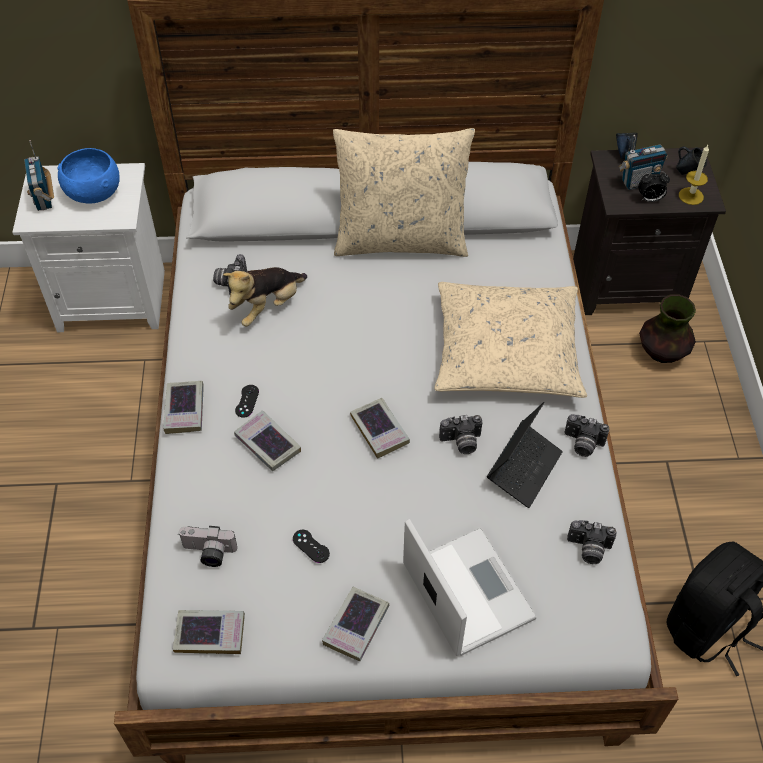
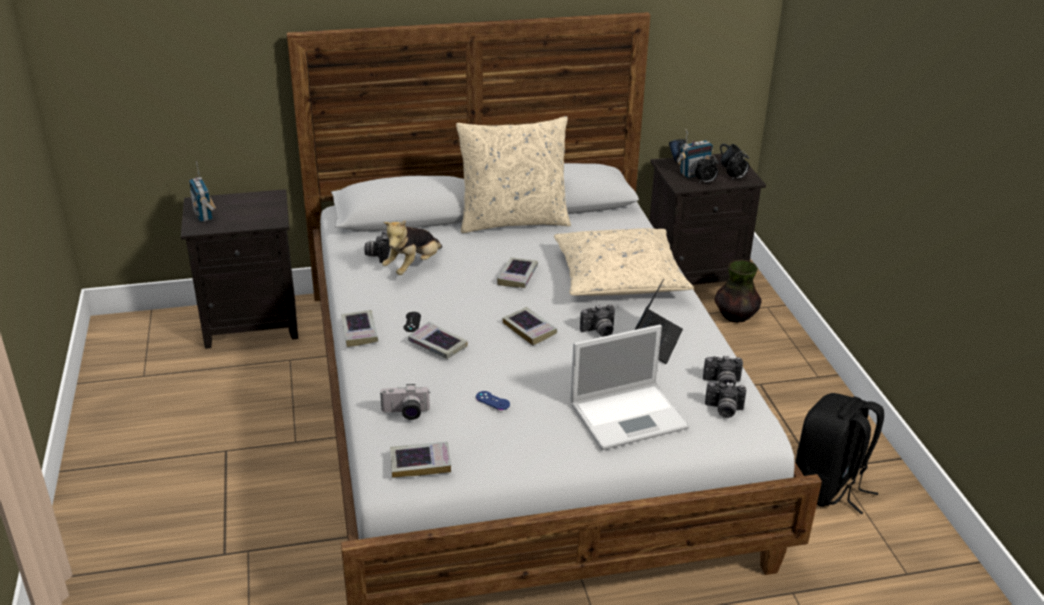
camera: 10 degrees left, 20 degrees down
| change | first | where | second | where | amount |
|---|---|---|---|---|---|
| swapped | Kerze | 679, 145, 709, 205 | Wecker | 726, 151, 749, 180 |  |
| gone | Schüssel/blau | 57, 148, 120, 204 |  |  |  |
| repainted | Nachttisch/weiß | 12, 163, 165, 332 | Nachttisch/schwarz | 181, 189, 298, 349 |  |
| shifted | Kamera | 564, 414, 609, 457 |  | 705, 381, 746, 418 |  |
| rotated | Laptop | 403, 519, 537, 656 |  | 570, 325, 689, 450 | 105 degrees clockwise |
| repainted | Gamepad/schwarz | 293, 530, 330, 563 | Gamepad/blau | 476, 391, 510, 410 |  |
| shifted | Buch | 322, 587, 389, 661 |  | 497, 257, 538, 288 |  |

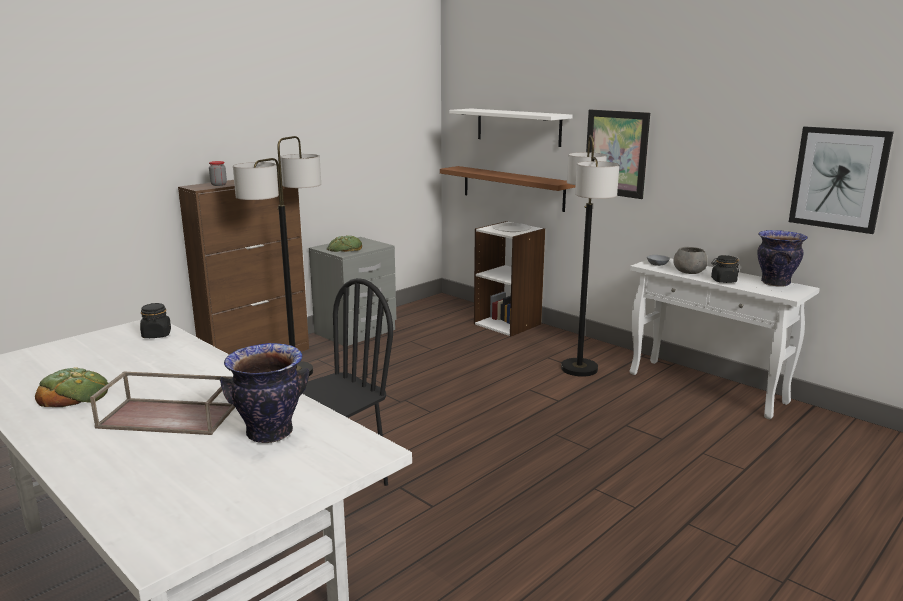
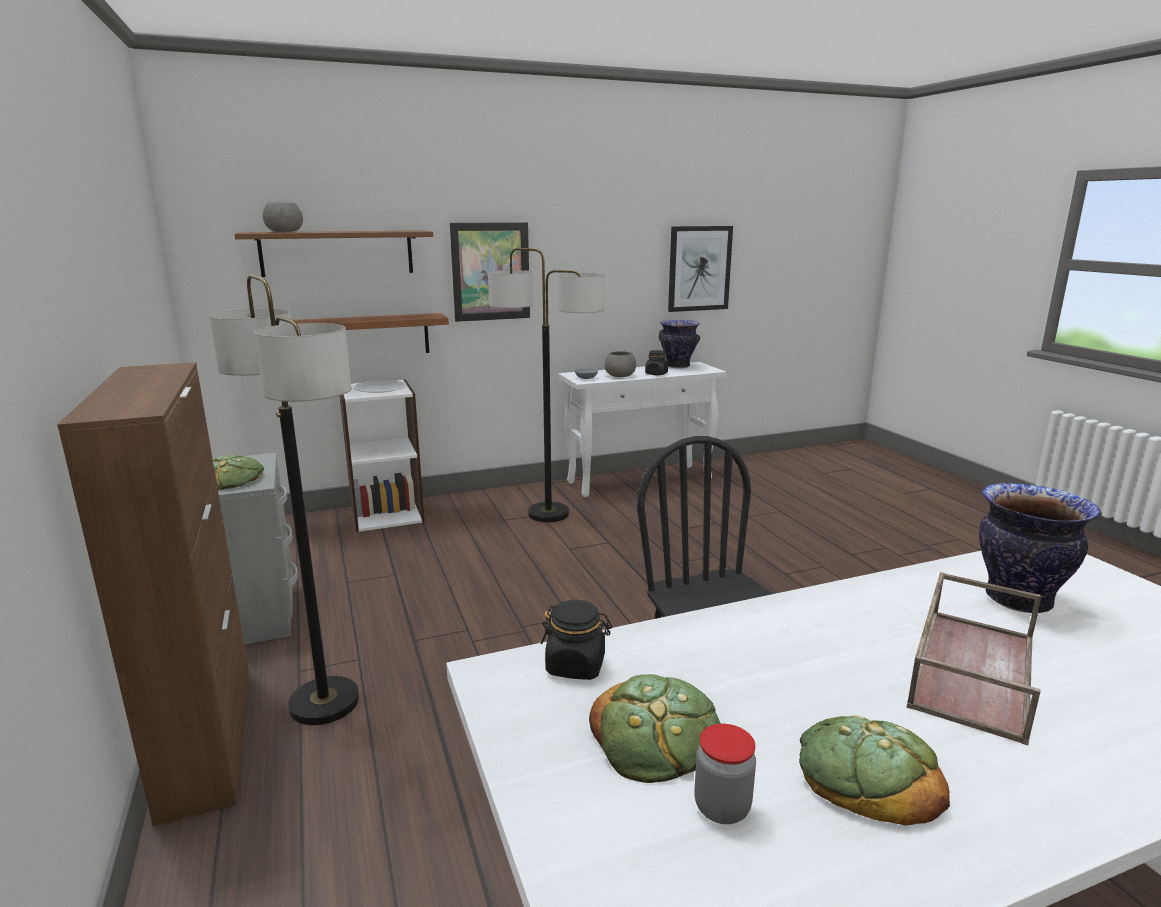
camera: 65 degrees left, 0 degrees up
| change | first | where | second | where | amount |
|---|---|---|---|---|---|
| repainted | Wandregal/weiß | 449, 109, 573, 147 | Wandregal/braun | 234, 230, 433, 277 |  |
| shifted | Vorratsglas | 209, 161, 227, 186 |  | 694, 724, 756, 824 |  |
| new |  |  | Schüssel/grau | 263, 203, 303, 232 |  |
| new |  |  | Brot | 589, 674, 721, 783 |  |

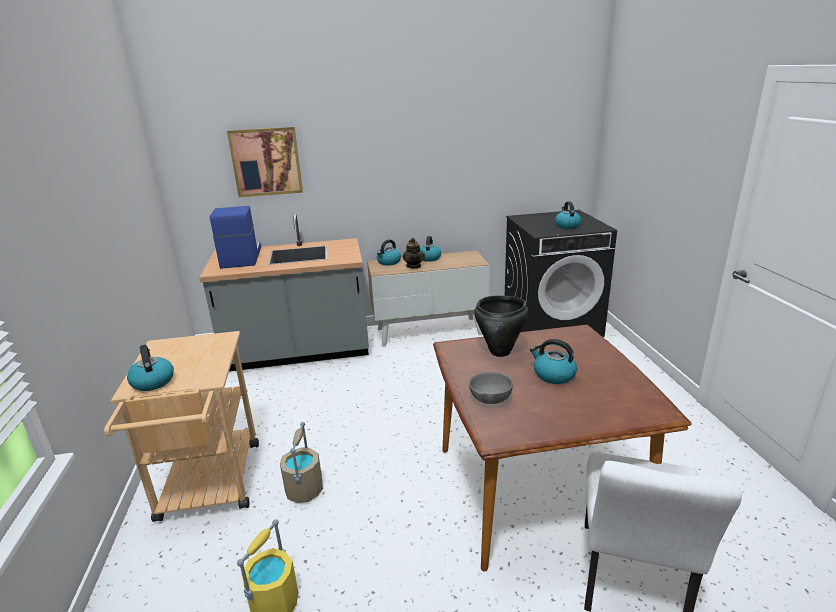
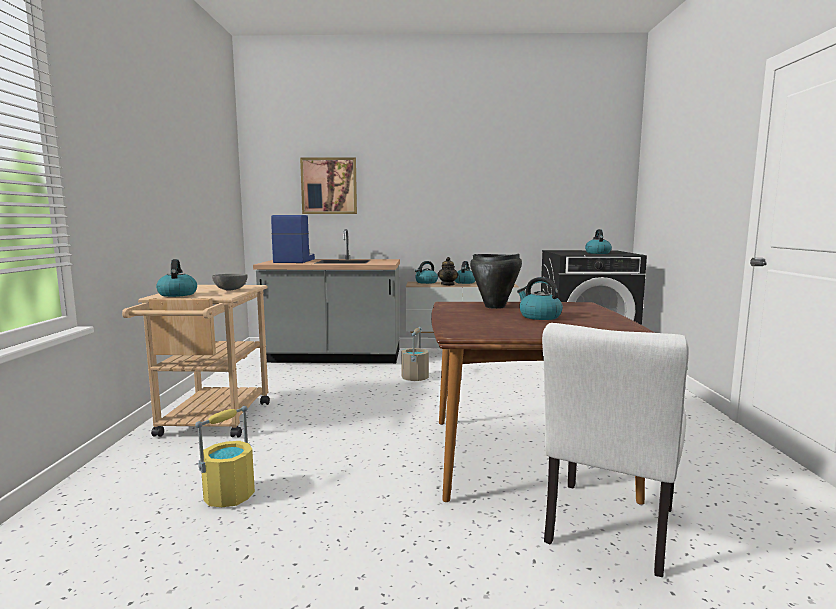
camera: 10 degrees right, 15 degrees down
| change | first | where | second | where | amount |
|---|---|---|---|---|---|
| shifted | Schüssel/grau | 469, 372, 513, 404 |  | 212, 274, 247, 290 |  |
| shifted | Eimer/beige | 280, 422, 323, 503 |  | 401, 327, 429, 381 |  |

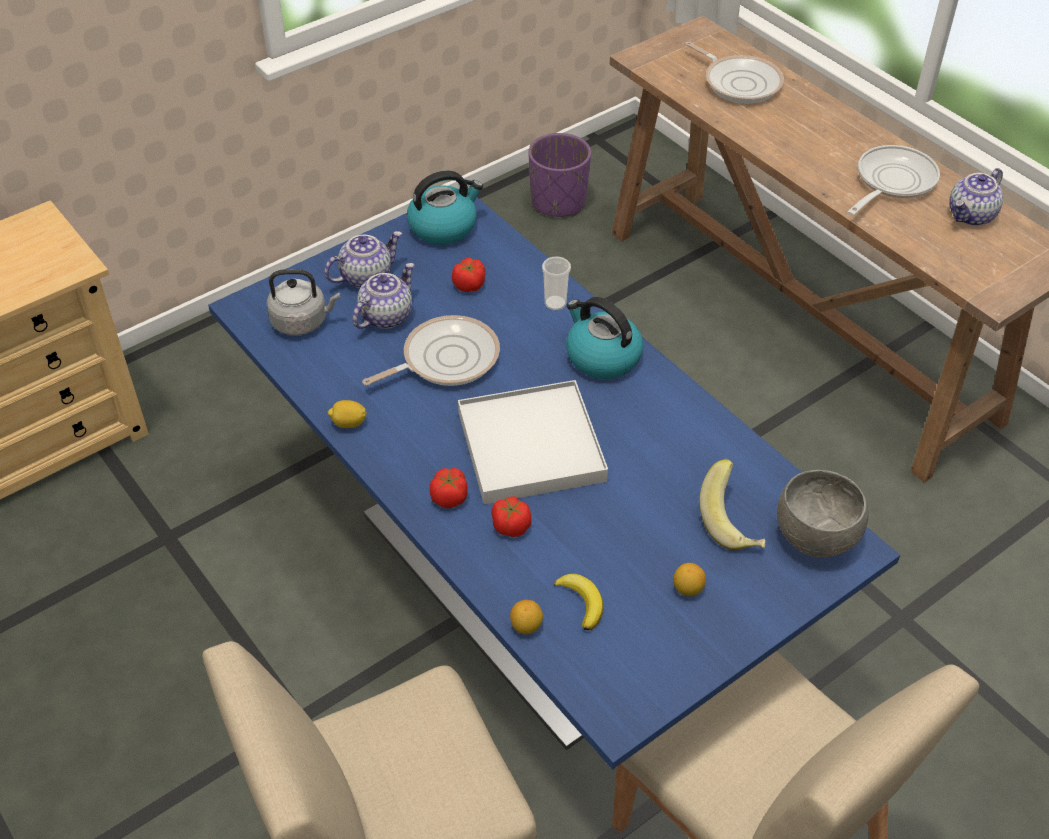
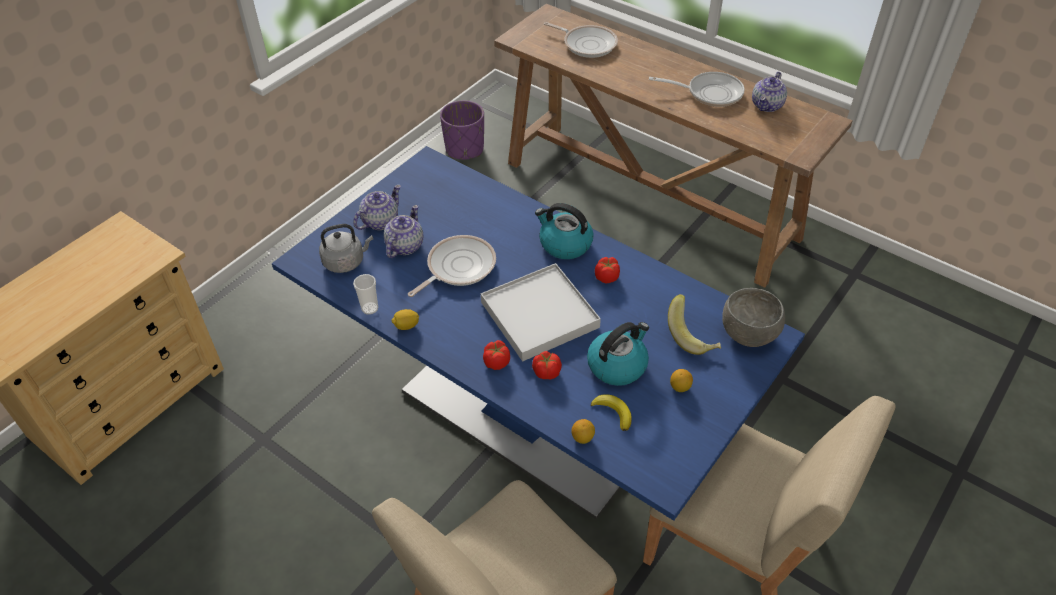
camera: 15 degrees left, 0 degrees up
| change | first | where | second | where | amount |
|---|---|---|---|---|---|
| rotated | Pfanne | 848, 145, 940, 215 |  | 649, 72, 745, 107 | 75 degrees clockwise |
| shifted | Wasserkessel | 407, 170, 483, 245 |  | 587, 322, 649, 386 |  |
| shifted | Tasse | 542, 257, 571, 310 |  | 353, 274, 378, 315 |  |
| shifted | Tomate | 452, 258, 485, 292 |  | 595, 257, 620, 283 |  |

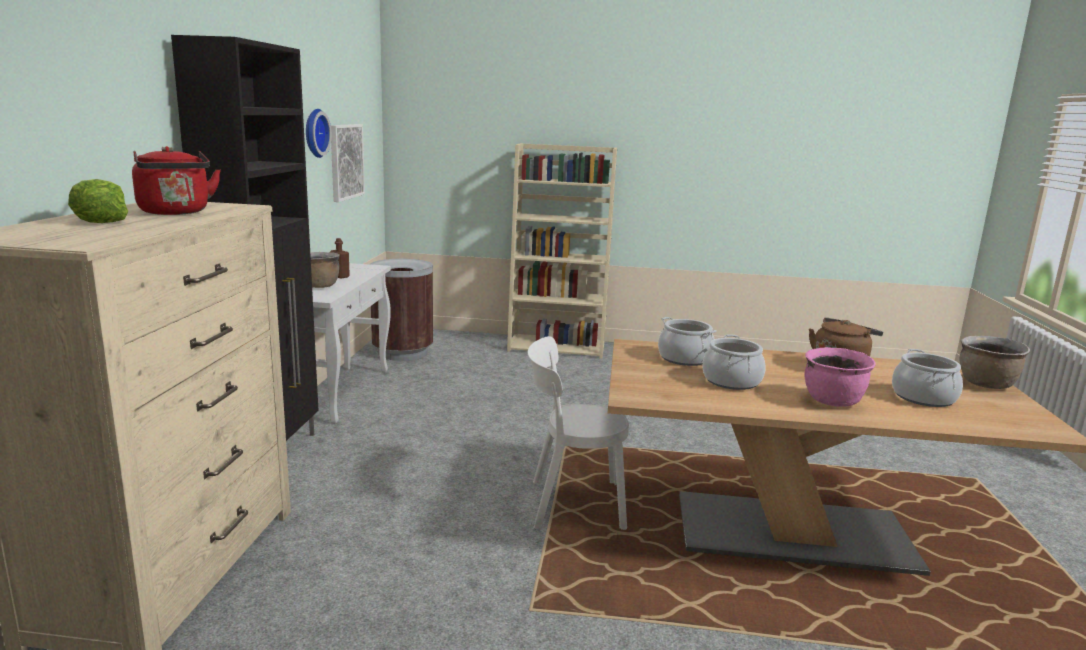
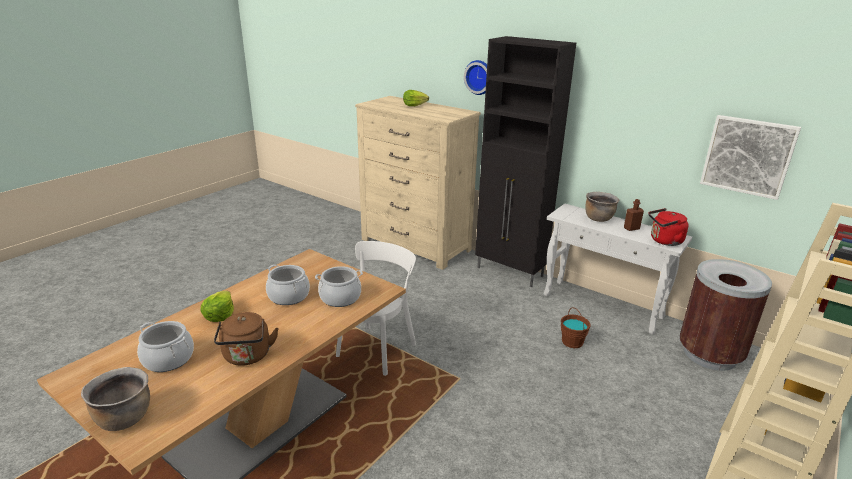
camera: 120 degrees right, 10 degrees up
| change | first | where | second | where | amount |
|---|---|---|---|---|---|
| shifted | Wanduhr | 306, 109, 331, 158 |  | 464, 60, 487, 95 |  |
| shifted | Wasserkessel/rot | 132, 146, 221, 215 |  | 648, 208, 689, 246 |  |
| swapped | Kochtopf/rosa | 804, 347, 876, 407 | Salatkopf | 201, 291, 234, 322 |  |
| new |  |  | Eimer/braun | 561, 307, 591, 348 |  |

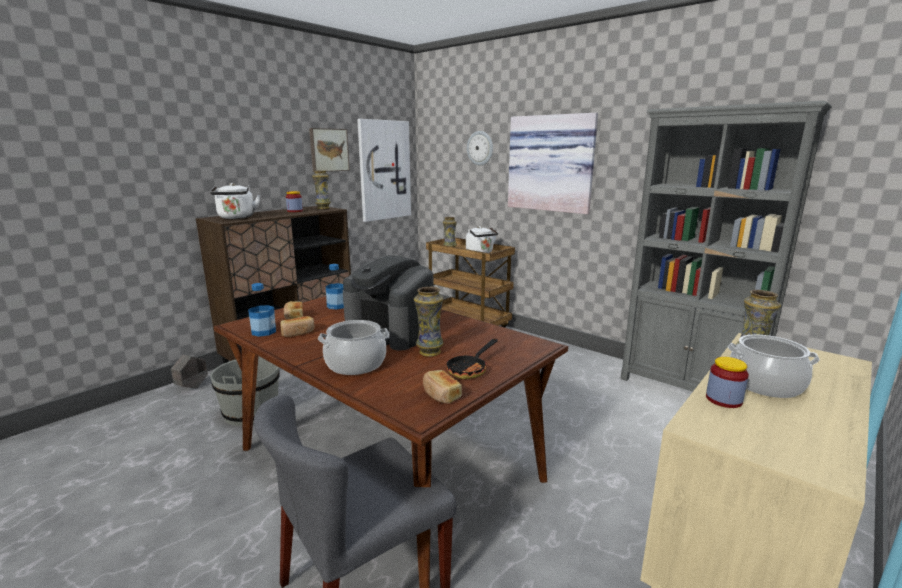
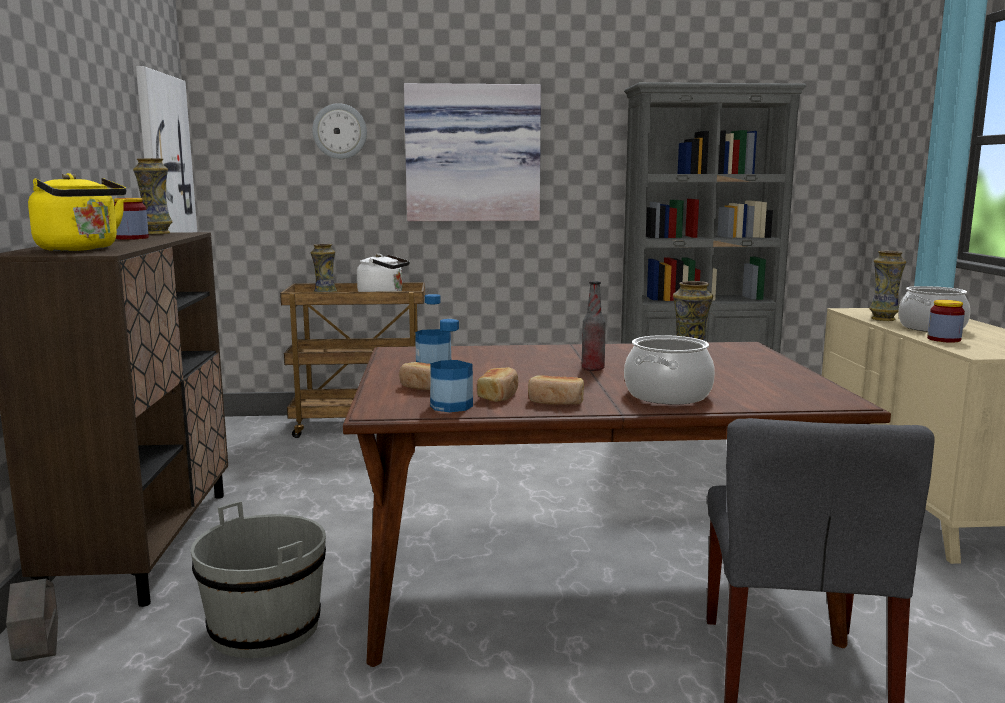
camera: 45 degrees left, 5 degrees down
| change | first | where | second | where | amount |
|---|---|---|---|---|---|
| gone | Bild | 309, 128, 350, 172 |  |  |  |
| repainted | Wasserkessel/weiß | 210, 183, 260, 219 | Wasserkessel/gelb | 28, 173, 126, 251 |  |
| swapped | Kaffeemaschine | 343, 255, 433, 351 | Flasche | 581, 281, 606, 371 |  |
| gone | Pfanne | 446, 339, 498, 379 |  |  |  |
| shifted | Brot | 423, 370, 462, 404 |  | 528, 375, 584, 405 |  |

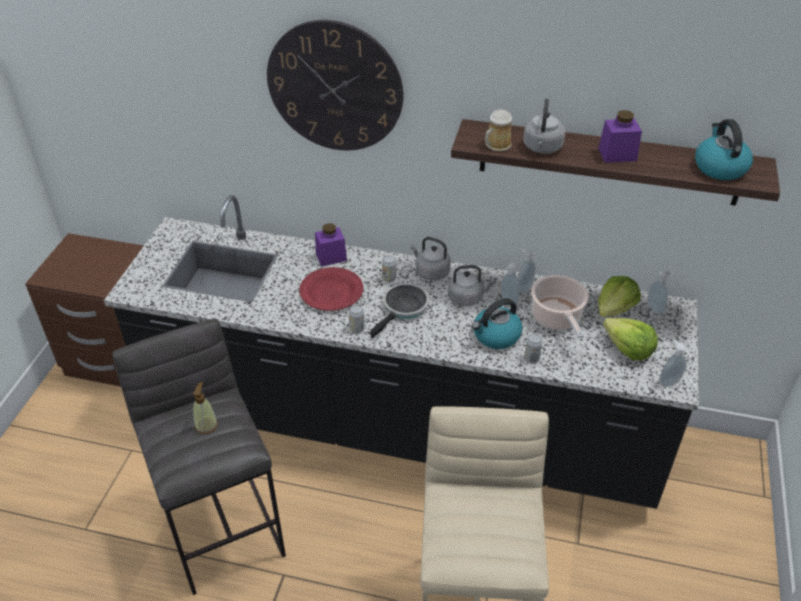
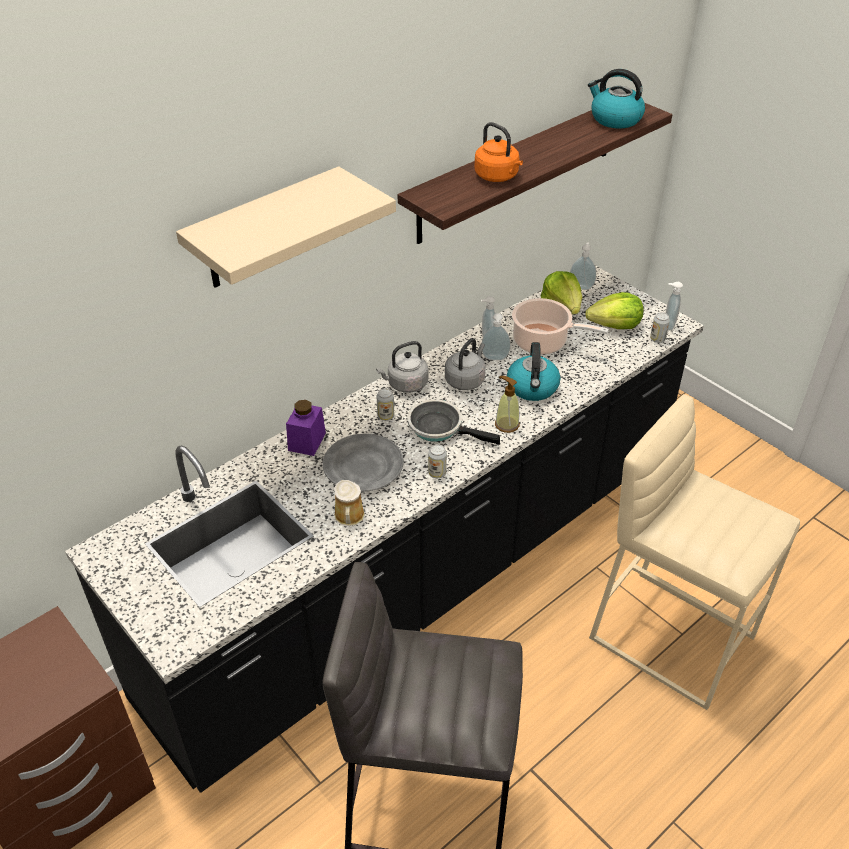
camera: 55 degrees left, 0 degrees up
| change | first | where | second | where | amount |
|---|---|---|---|---|---|
| swapped | Wanduhr | 267, 20, 403, 150 | Wandregal/beige | 176, 166, 396, 288 |  |
| repainted | Wasserkessel/grau | 523, 98, 566, 154 | Wasserkessel/orange | 475, 122, 523, 182 |  |
| shifted | Henkelbecher | 485, 109, 512, 151 |  | 334, 480, 365, 526 |  |
| gone | Vorratsglas/lila | 598, 110, 642, 163 |  |  |  |
| repainted | Teller/rot | 299, 267, 364, 311 | Teller/grau | 323, 434, 404, 492 |  |
| rotated | Pfanne | 370, 283, 429, 338 |  | 407, 399, 500, 445 | 45 degrees counterclockwise |
| shifted | Dose | 524, 334, 542, 363 |  | 650, 312, 670, 343 |  |
| shifted | Seifenspender | 193, 382, 218, 434 |  | 495, 376, 520, 433 |  |

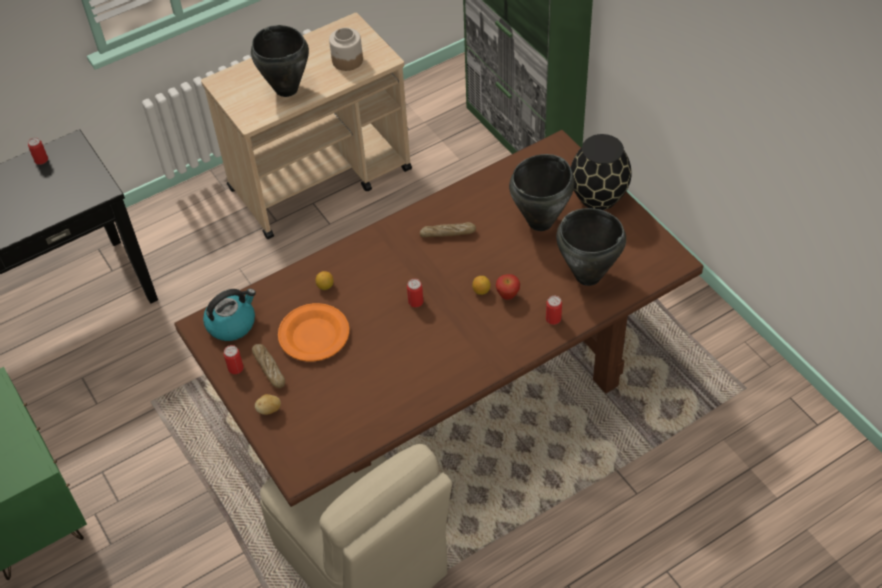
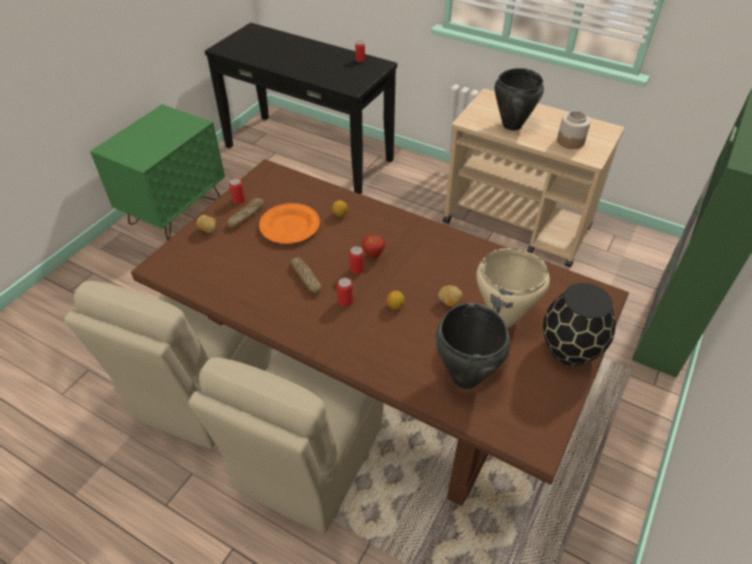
camera: 60 degrees right, 5 degrees down
| change | first | where | second | where | amount |
|---|---|---|---|---|---|
| repainted | Kochtopf/schwarz | 509, 154, 575, 231 | Kochtopf/beige | 476, 248, 550, 327 |  |
| shifted | Brot | 420, 222, 476, 237 |  | 291, 257, 321, 293 |  |
| shifted | Apfel | 496, 274, 520, 300 |  | 362, 235, 385, 258 |  |
| gone | Wasserkessel | 203, 288, 256, 341 |  |  |  |
| shifted | Dose | 546, 296, 562, 325 |  | 337, 278, 353, 306 |  |
| new |  |  | Kartoffel | 438, 285, 462, 307 |  |
| new |  |  | Stuhl/beige | 188, 351, 384, 533 |  |

